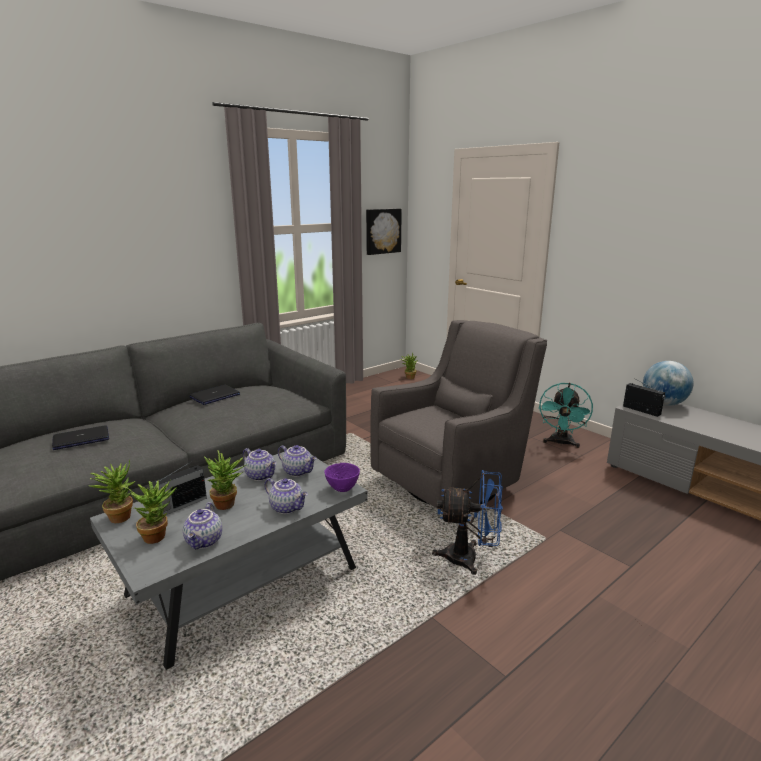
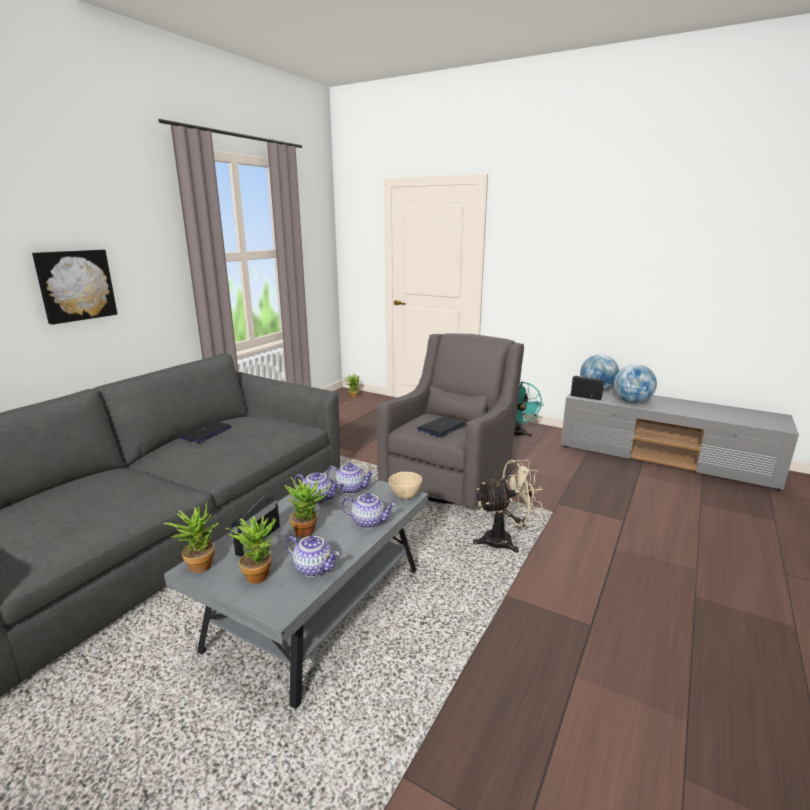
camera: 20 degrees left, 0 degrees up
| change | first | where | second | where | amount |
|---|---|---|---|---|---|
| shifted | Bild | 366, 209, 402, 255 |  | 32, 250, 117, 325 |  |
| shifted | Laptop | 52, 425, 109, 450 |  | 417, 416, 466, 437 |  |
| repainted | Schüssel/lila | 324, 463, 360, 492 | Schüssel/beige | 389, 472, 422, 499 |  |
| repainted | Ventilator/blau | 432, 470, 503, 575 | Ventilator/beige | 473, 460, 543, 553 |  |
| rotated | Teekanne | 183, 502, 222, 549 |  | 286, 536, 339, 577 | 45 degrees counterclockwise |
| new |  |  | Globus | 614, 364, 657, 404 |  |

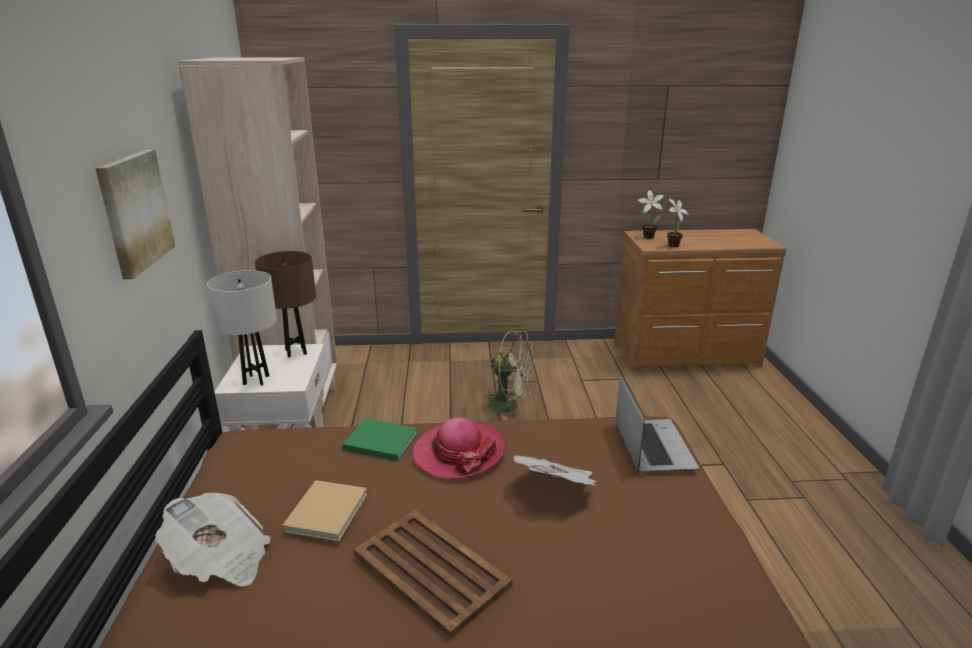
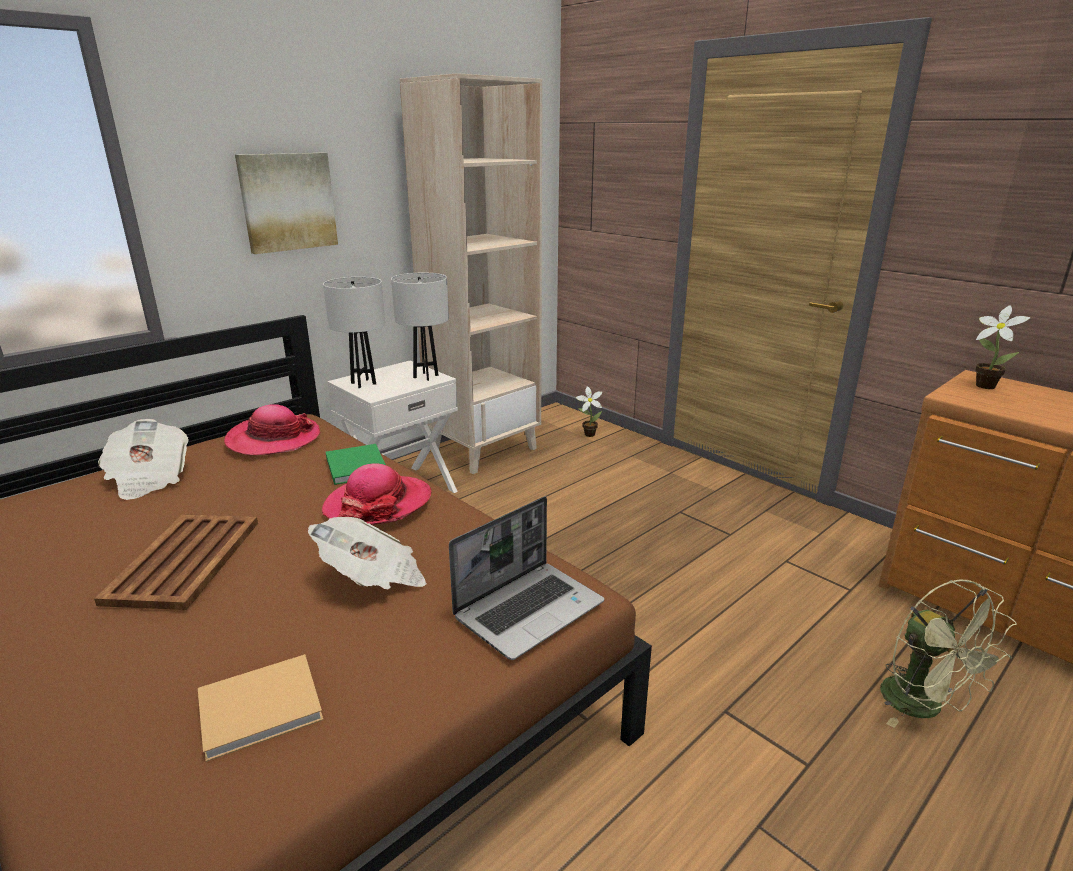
camera: 50 degrees right, 0 degrees up
| change | first | where | second | where | amount |
|---|---|---|---|---|---|
| shifted | Topfpflanze | 667, 198, 689, 247 |  | 576, 386, 602, 437 |  |
| repainted | Tischlampe/braun | 255, 251, 316, 358 | Tischlampe/weiß | 391, 273, 449, 381 |  |
| shifted | Ventilator/grün | 484, 330, 536, 420 |  | 880, 579, 1017, 728 |  |
| shifted | Buch/beige | 282, 480, 367, 542 |  | 198, 654, 323, 762 |  |
| new |  |  | Hut | 224, 404, 320, 455 |  |

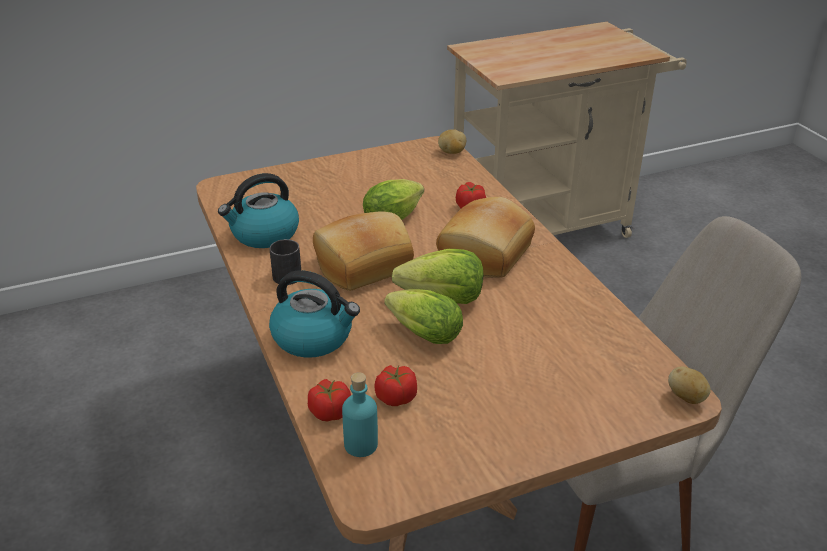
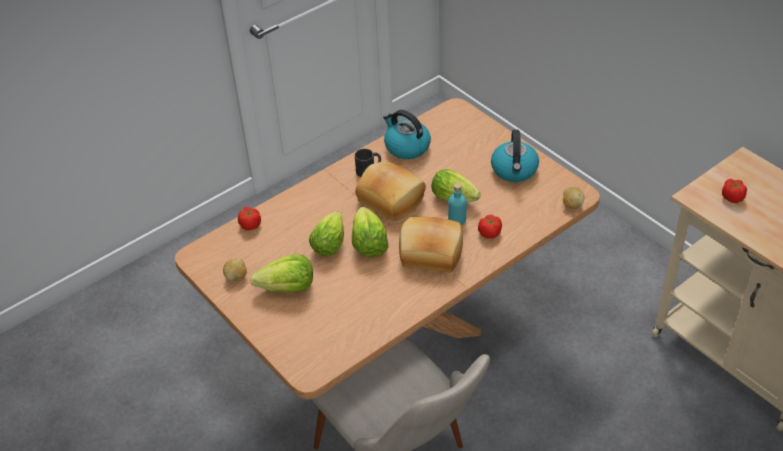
camera: 75 degrees right, 10 degrees up
| change | first | where | second | where | amount |
|---|---|---|---|---|---|
| shifted | Wasserkessel | 269, 270, 360, 358 |  | 491, 130, 539, 182 |  |
| shifted | Tomate | 374, 365, 417, 406 |  | 722, 179, 747, 203 |  |
| shifted | Kartoffel | 668, 366, 711, 404 |  | 223, 258, 247, 281 |  |
| shifted | Flasche/türkis | 342, 372, 378, 457 |  | 448, 183, 466, 225 |  |
| new |  |  | Salatkopf | 250, 254, 313, 293 |  |

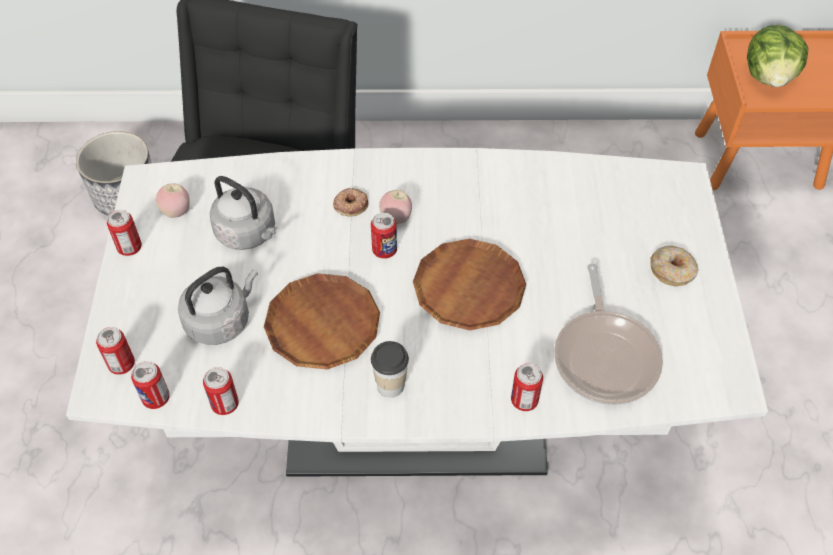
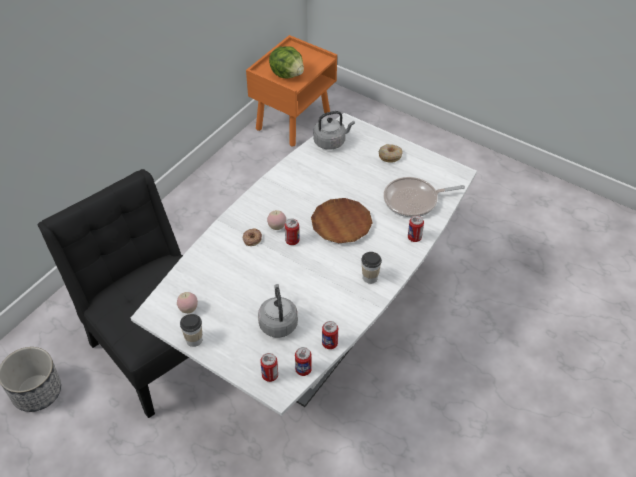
camera: 55 degrees left, 5 degrees down
| change | first | where | second | where | amount |
|---|---|---|---|---|---|
| shifted | Wasserkessel/grau | 210, 176, 278, 250 |  | 313, 111, 355, 150 |  |
| swapped | Dose | 107, 210, 142, 256 | Tasse | 180, 314, 202, 347 |  |
| rotated | Pfanne | 554, 264, 663, 405 |  | 384, 177, 465, 218 | 135 degrees clockwise |
| gone | Teller/braun | 264, 273, 380, 369 |  |  |  |

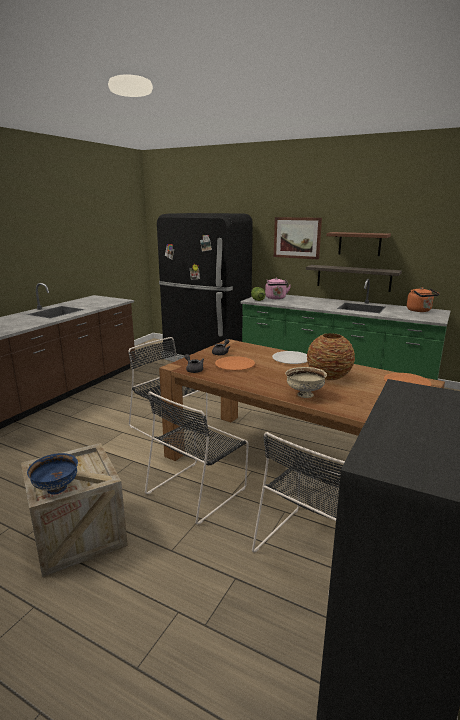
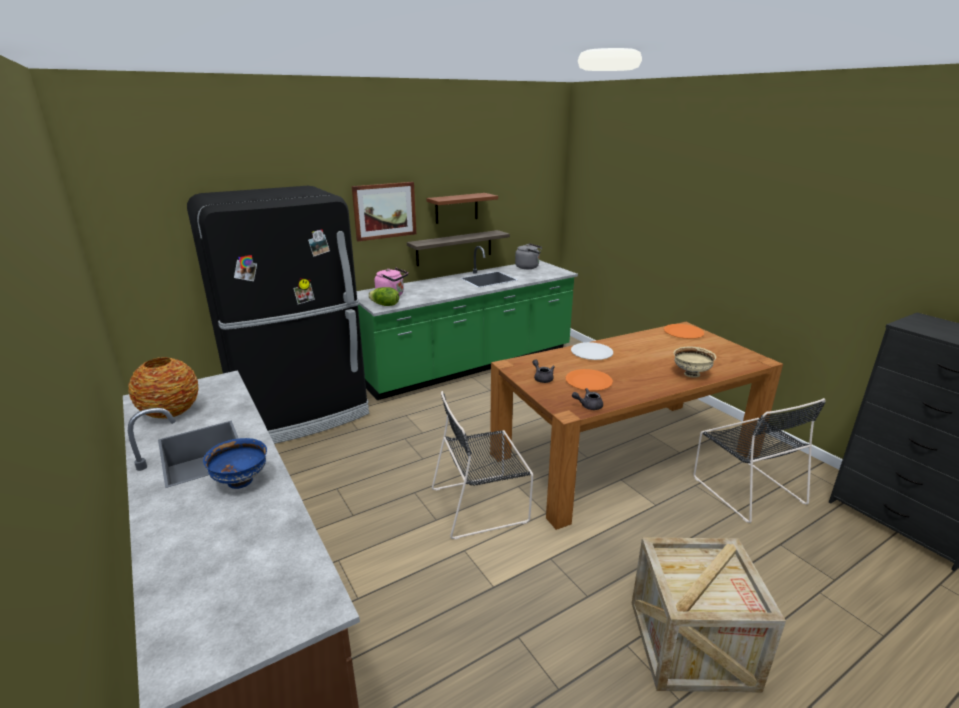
camera: 60 degrees left, 5 degrees up
| change | first | where | second | where | amount |
|---|---|---|---|---|---|
| repainted | Wasserkessel/orange | 407, 287, 439, 312 | Wasserkessel/grau | 515, 243, 542, 269 |  |
| shifted | Vase | 307, 333, 355, 380 |  | 128, 357, 198, 419 |  |
| gone | Stuhl/schwarz | 145, 391, 249, 524 |  |  |  |
| shifted | Schüssel/blau | 27, 453, 78, 494 |  | 203, 438, 267, 489 |  |

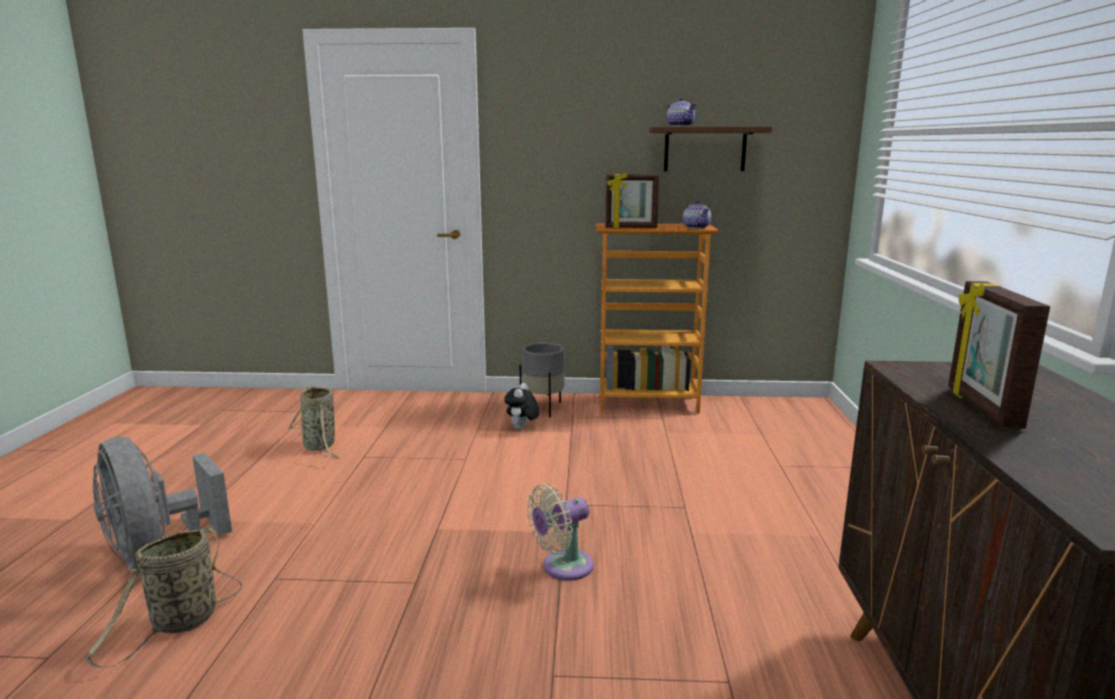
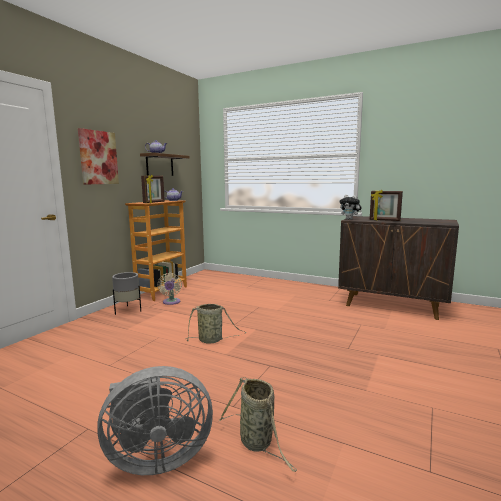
camera: 65 degrees left, 5 degrees down
| change | first | where | second | where | amount |
|---|---|---|---|---|---|
| shifted | Plüschtier | 504, 383, 539, 430 |  | 340, 195, 362, 220 |  |
| shifted | Korb | 288, 385, 339, 459 |  | 186, 303, 246, 344 |  |
| shifted | Ventilator/beige | 527, 484, 594, 581 |  | 157, 273, 182, 305 |  |
| new |  |  | Bild | 78, 128, 119, 184 |  |

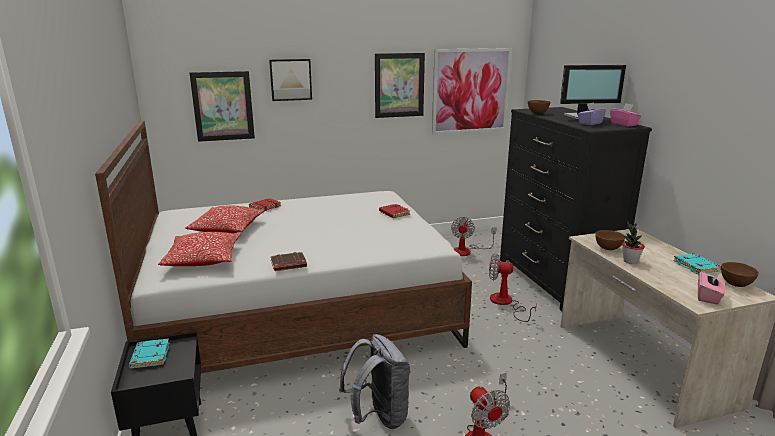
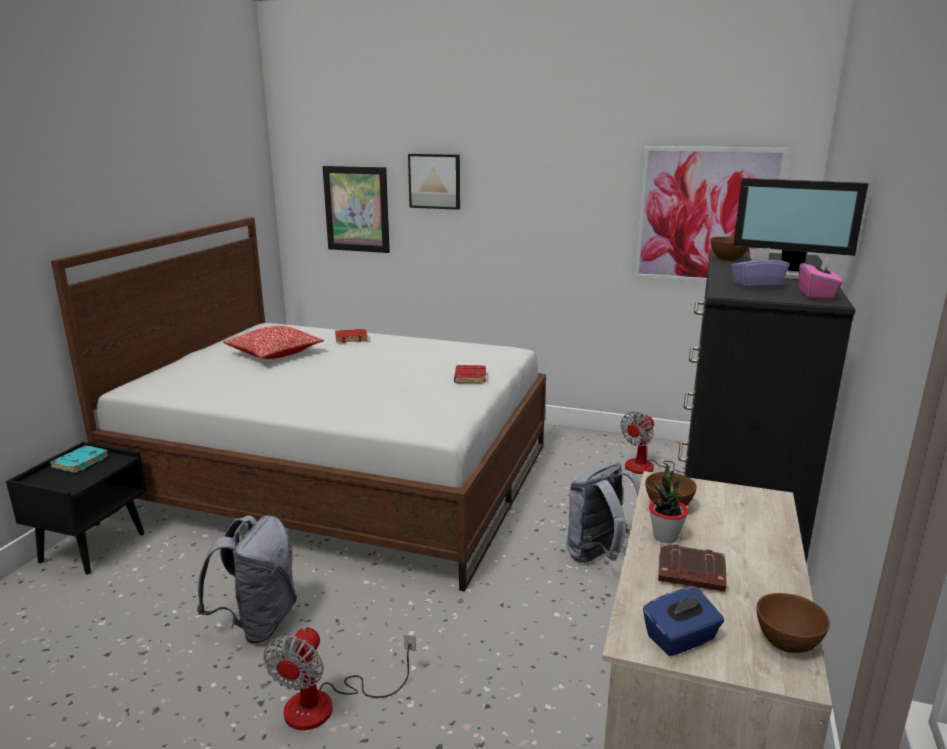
camera: 35 degrees right, 0 degrees up
| change | first | where | second | where | amount |
|---|---|---|---|---|---|
| gone | Bild | 375, 53, 425, 118 |  |  |  |
| gone | Kissen | 158, 232, 241, 266 |  |  |  |
| shifted | Buch/braun | 271, 252, 307, 271 |  | 658, 544, 727, 592 |  |
| swapped | Ventilator | 489, 253, 537, 322 | Rucksack/grau | 566, 462, 641, 562 |  |
| gone | Buch/türkis | 673, 253, 721, 274 |  |  |  |
| repainted | Taschentuchbox/rosa | 698, 271, 725, 304 | Taschentuchbox/blau | 643, 588, 724, 656 |  |

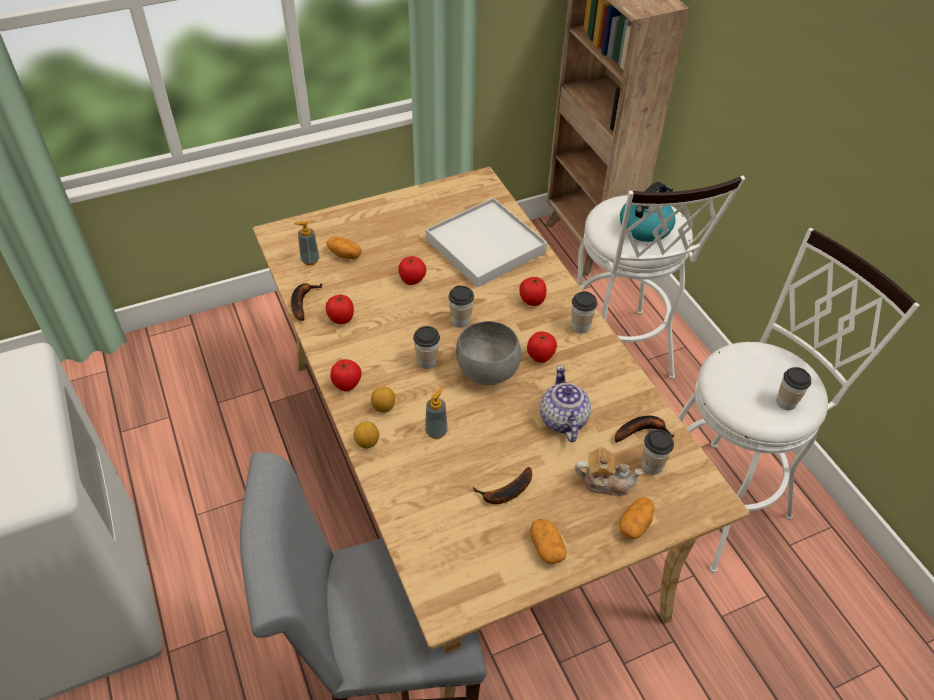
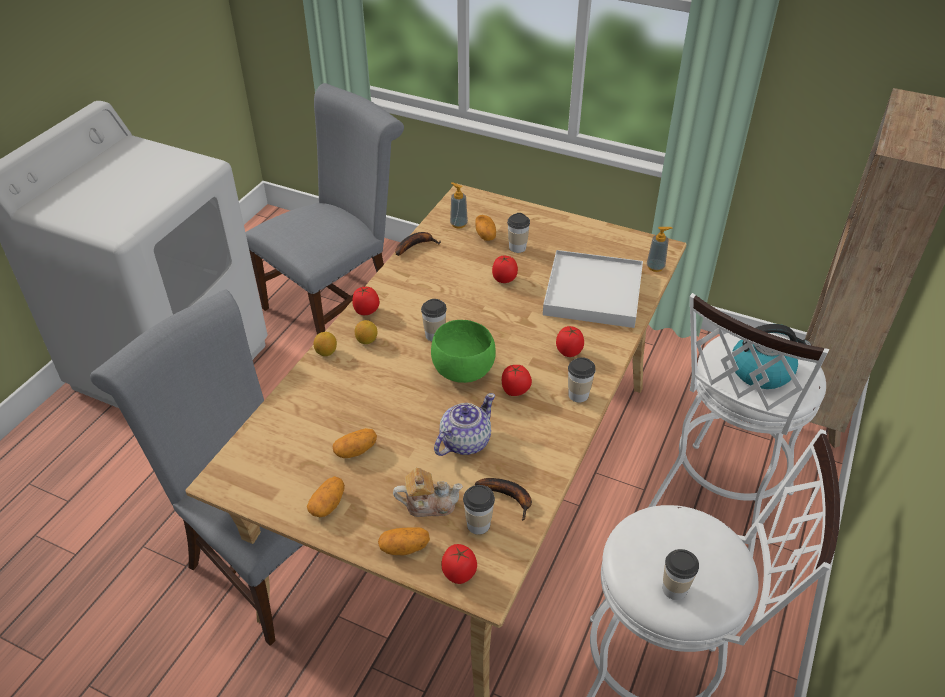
camera: 50 degrees right, 5 degrees down
| change | first | where | second | where | amount |
|---|---|---|---|---|---|
| shifted | Tasse | 449, 285, 474, 328 |  | 507, 213, 530, 253 |  |
| shifted | Tomate | 326, 295, 354, 324 |  | 442, 544, 477, 584 |  |
| repainted | Schüssel/grau | 456, 321, 521, 385 | Schüssel/grün | 431, 320, 496, 383 |  |
| shifted | Seifenspender | 425, 387, 448, 439 |  | 647, 227, 672, 272 |  |
| rotated | Teekanne | 575, 447, 643, 496 |  | 393, 467, 463, 517 | 60 degrees counterclockwise |
| swapped | Banane | 473, 467, 532, 504 | Kartoffel | 333, 428, 377, 458 |  |
| new |  |  | Stuhl/grau | 245, 83, 404, 335 |  |

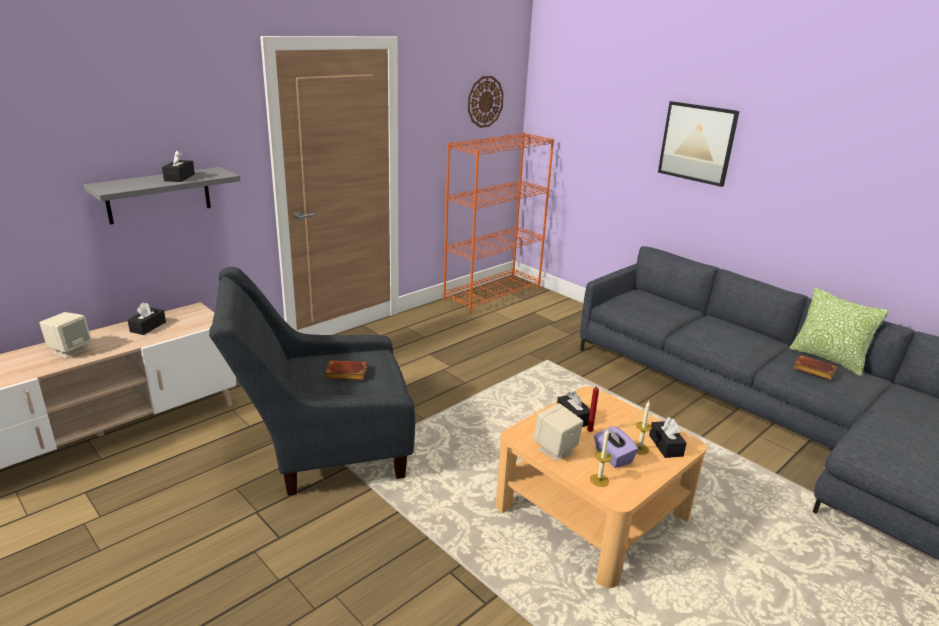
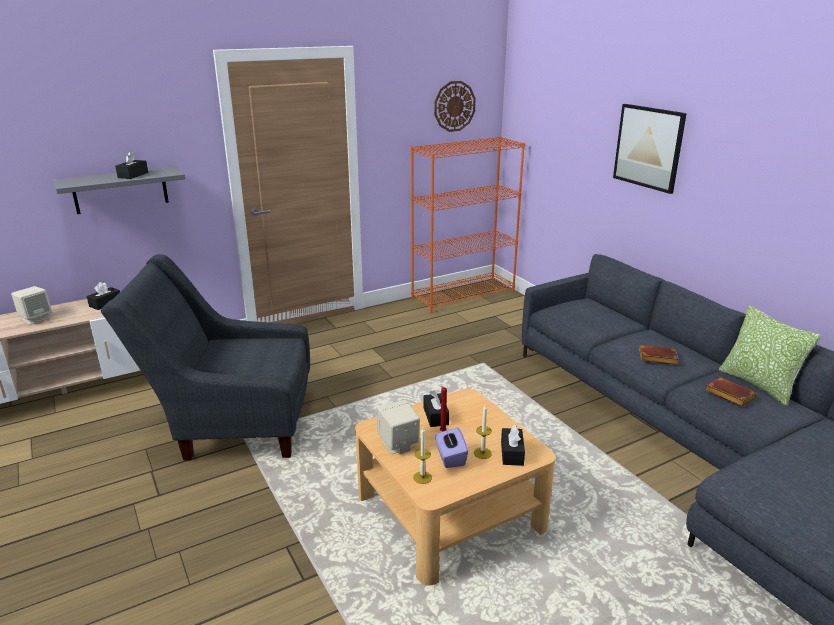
camera: 15 degrees right, 0 degrees up
| change | first | where | second | where | amount |
|---|---|---|---|---|---|
| shifted | Buch/braun | 325, 360, 367, 380 |  | 639, 345, 678, 364 |  |

